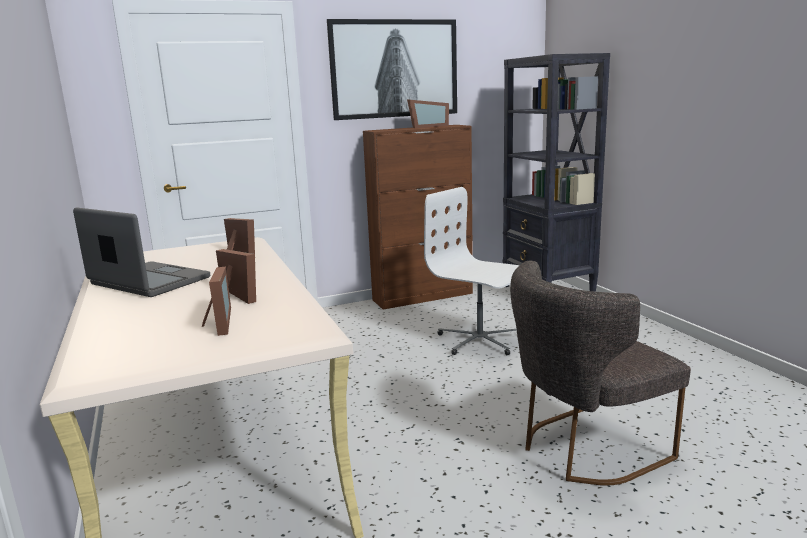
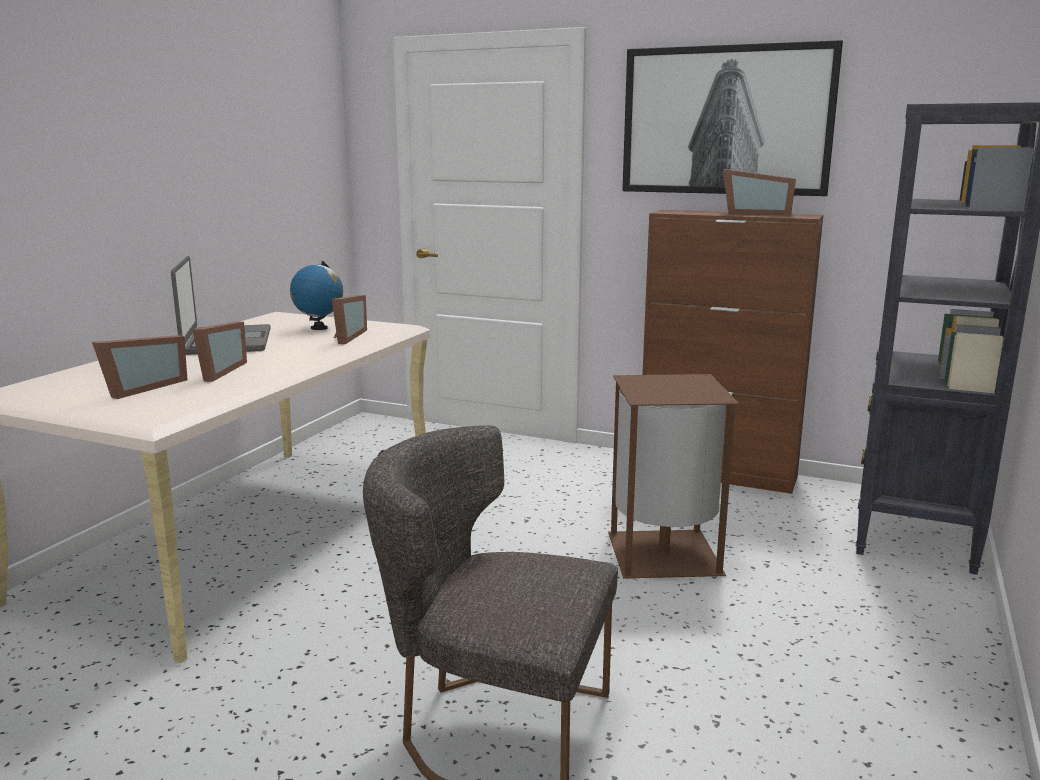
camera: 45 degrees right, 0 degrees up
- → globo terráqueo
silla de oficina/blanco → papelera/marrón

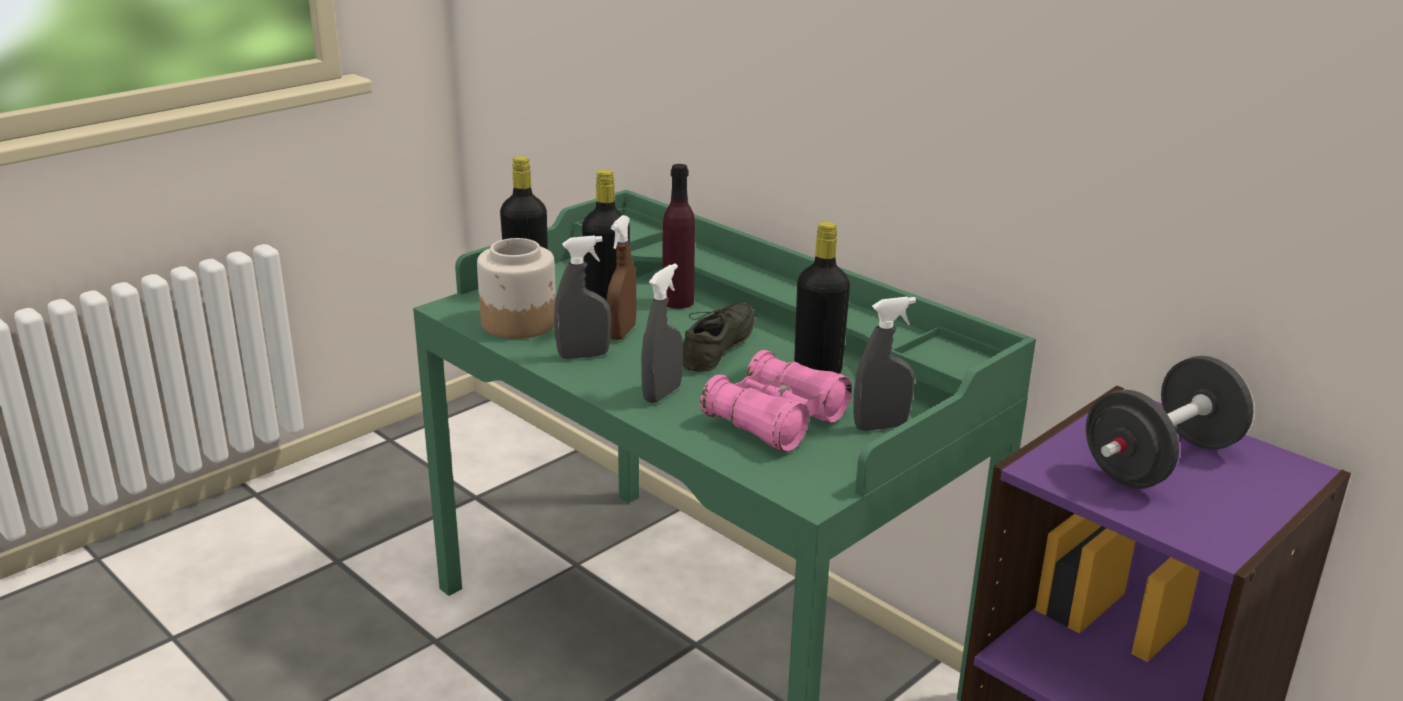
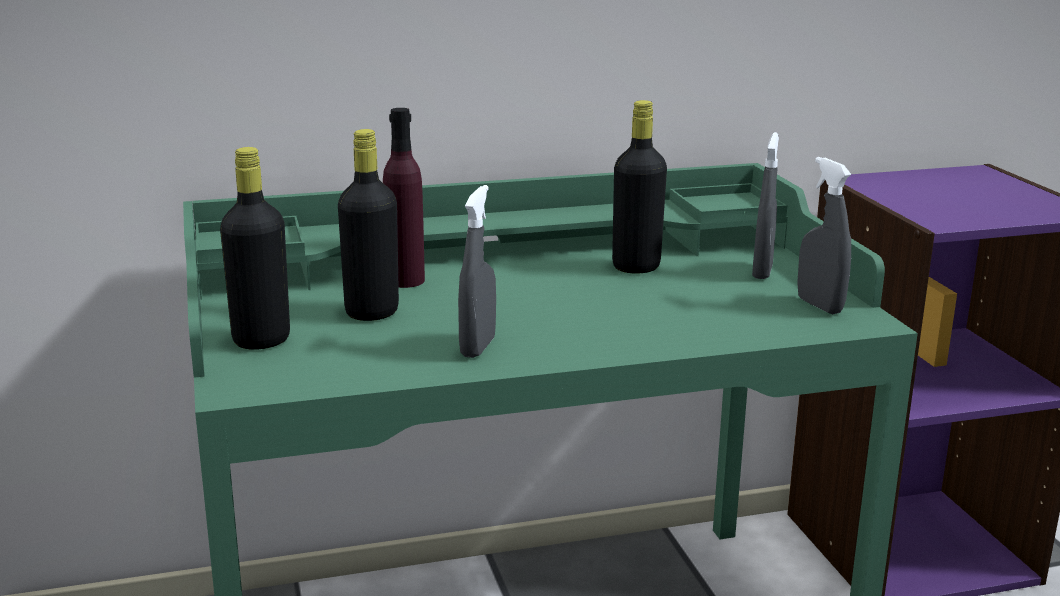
camera: 60 degrees left, 5 degrees down
pulverizador/gris (2nd from left in the first image) → pulverizador/gris (3rd from left), moved
tarro → -
pulverizador/marrón → -
zapato/gris → -
prismáticos/rosa → -
mancuerna/negro → -

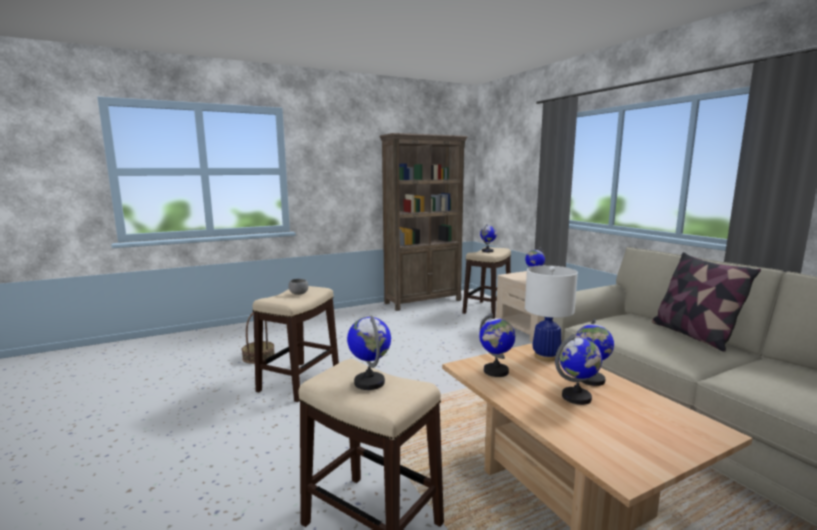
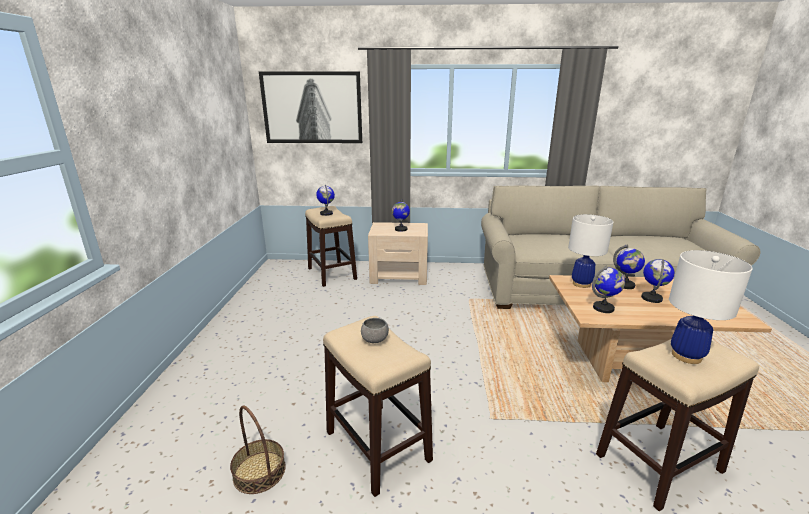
camera: 60 degrees left, 10 degrees up
- → cuadro
globo terráqueo (1st from left) → lámpara de mesa/blanco (2nd from left)
estantería/marrón → -
cojín → -

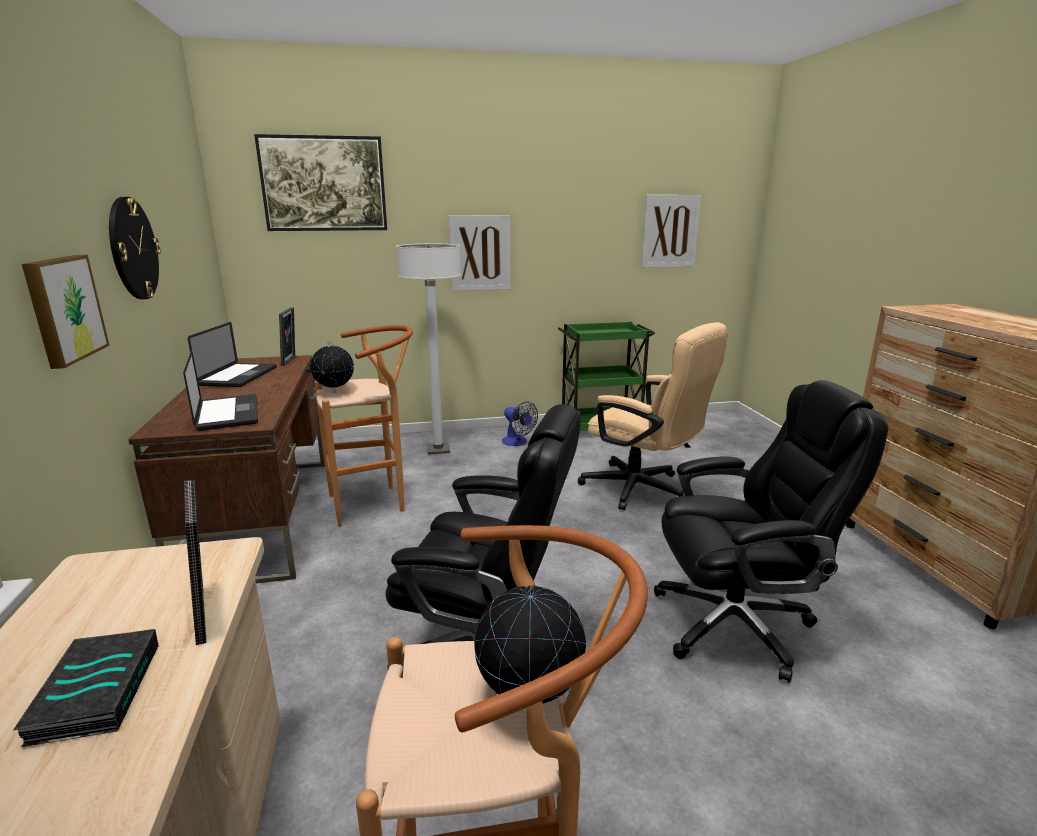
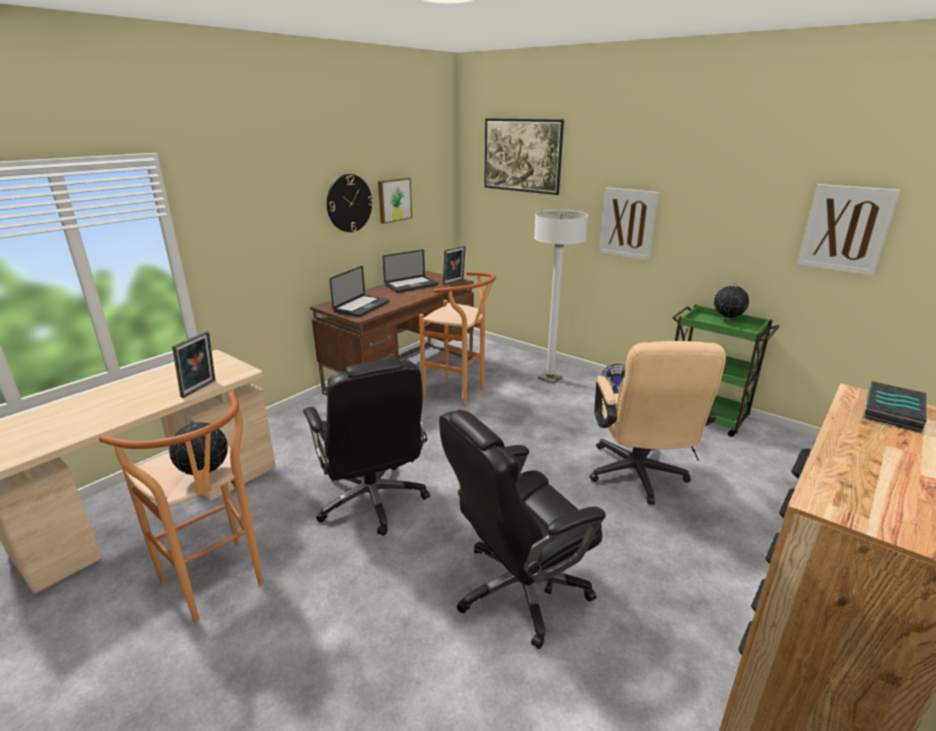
camera: 50 degrees right, 5 degrees up
cuadro (1st from left), moved
silla de oficina/negro (2nd from left), 105 degrees clockwise
globo terráqueo (1st from left in the first image) → globo terráqueo (2nd from left), moved
libro, moved

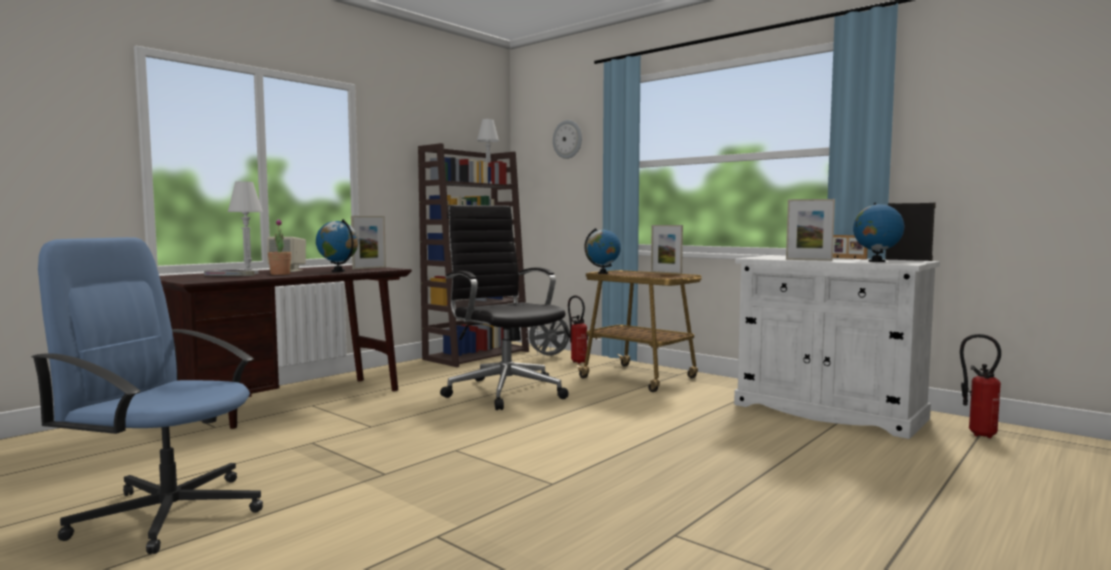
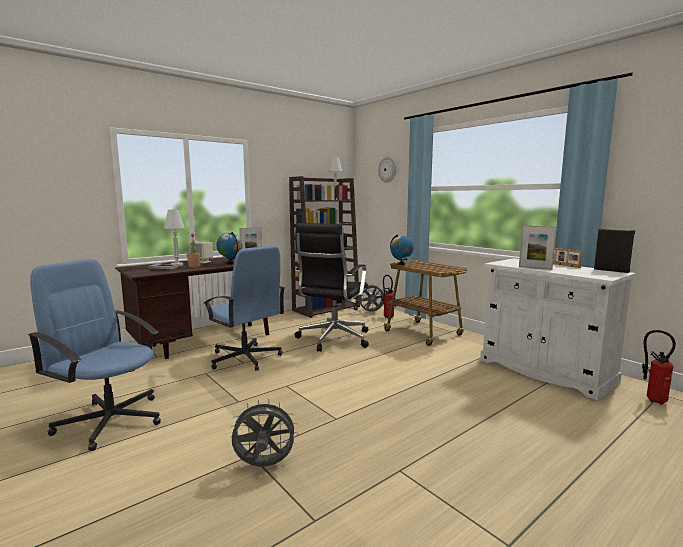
camera: 10 degrees right, 5 degrees up
- → silla de oficina/azul (2nd from left)
- → ventilador/gris (1st from left)
silla de oficina/negro, 135 degrees counterclockwise
portarretratos (2nd from left) → -
globo terráqueo (3rd from left) → -

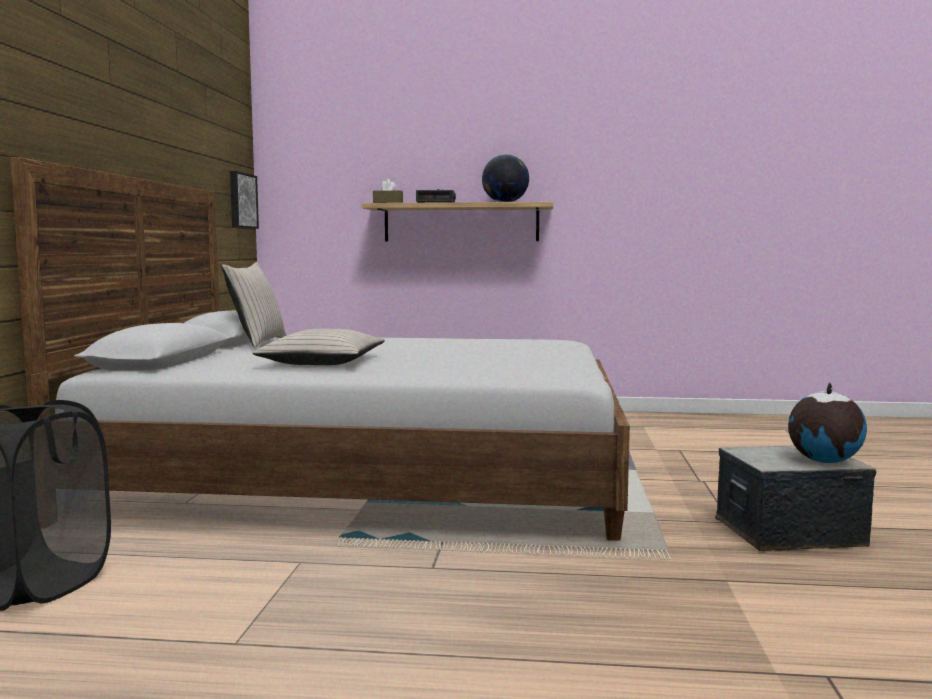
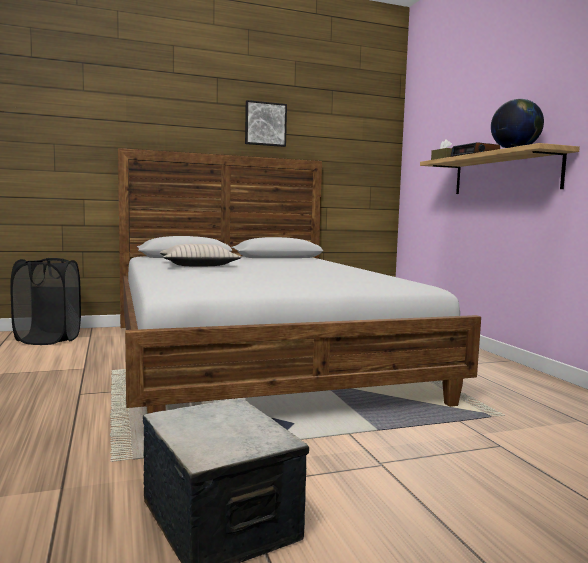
camera: 65 degrees right, 0 degrees up
cuadro, moved
cojín/beis (1st from left) → -
globo terráqueo (2nd from left) → -

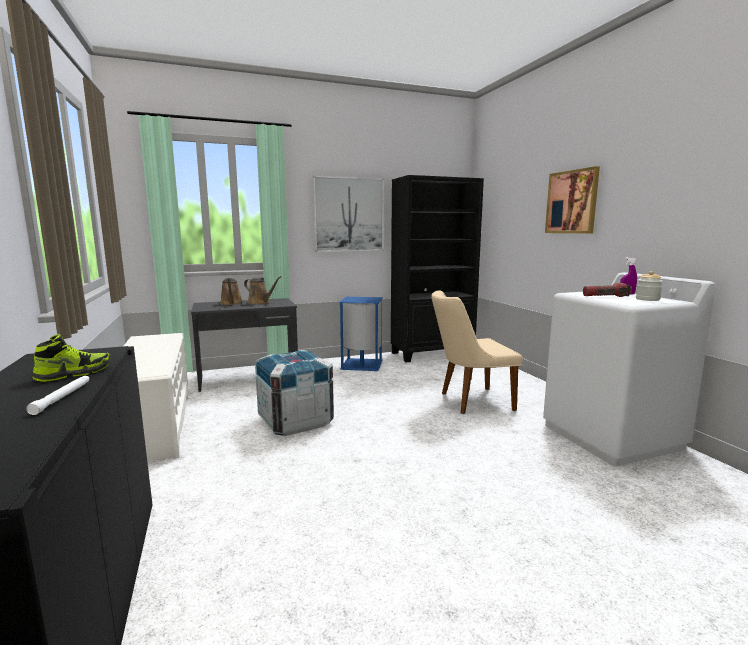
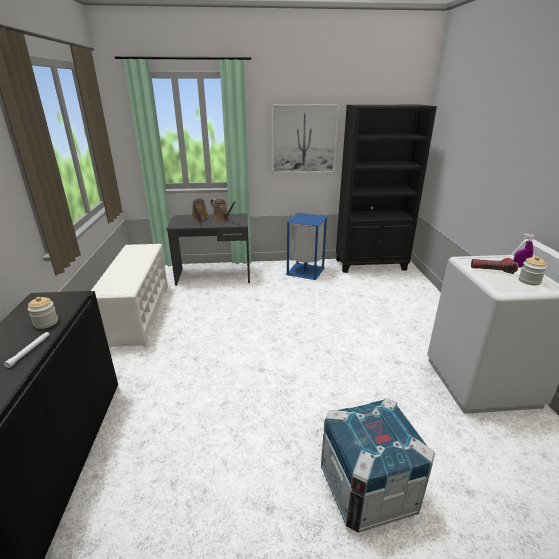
camera: 15 degrees right, 15 degrees up
zapato → tarro (1st from left)
caja de embalaje, moved
silla/beis → -
cuadro (2nd from left) → -

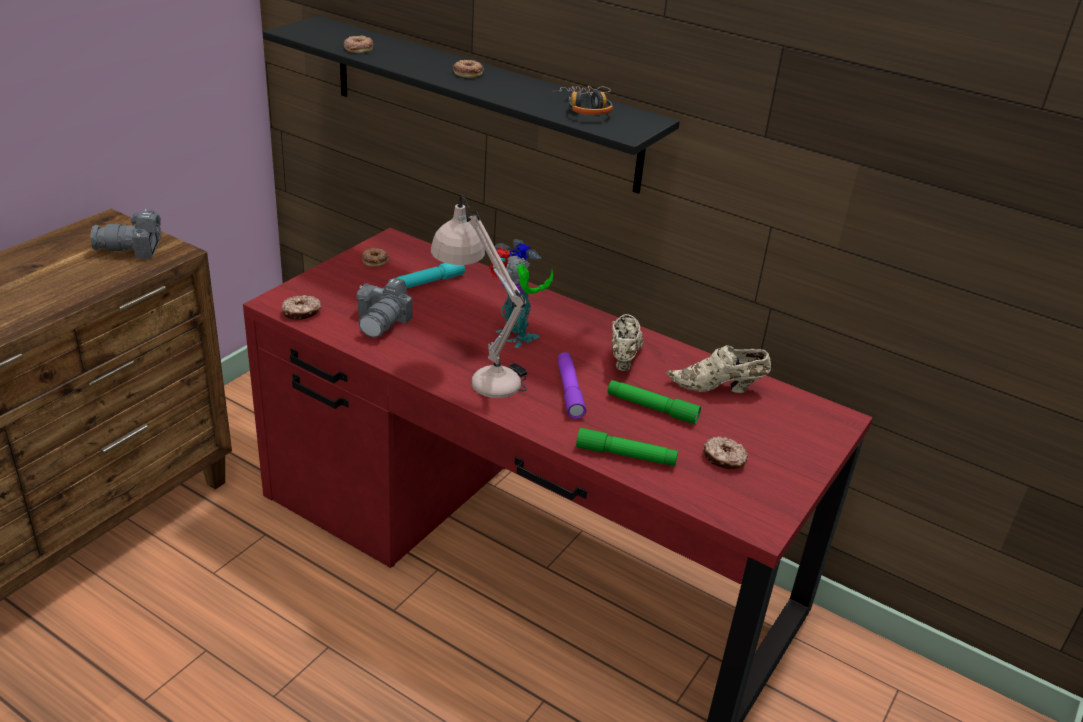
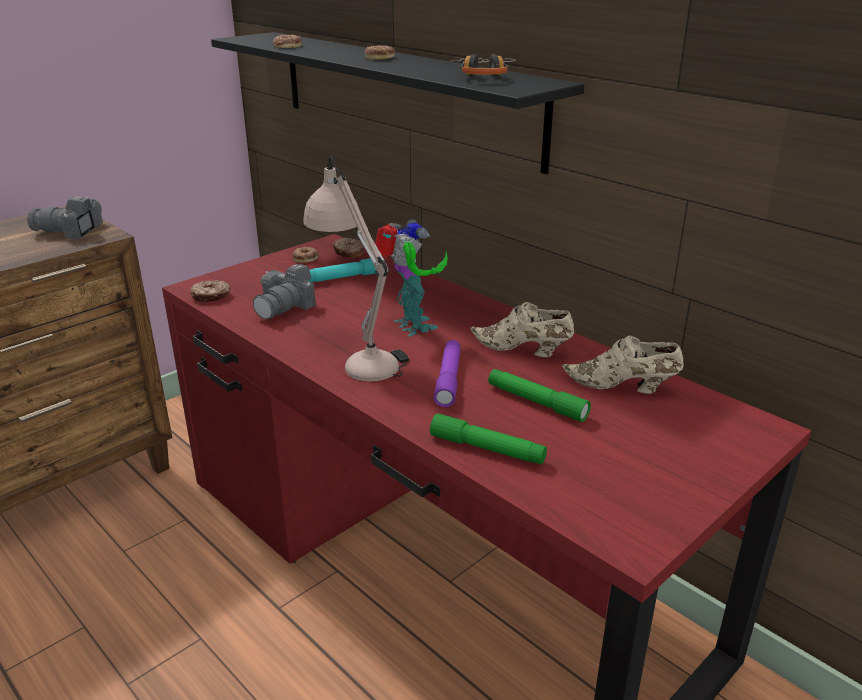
camera: 15 degrees right, 5 degrees down
rosquilla (5th from left in the first image) → rosquilla (4th from left), moved
zapato/beis (1st from left), 90 degrees counterclockwise

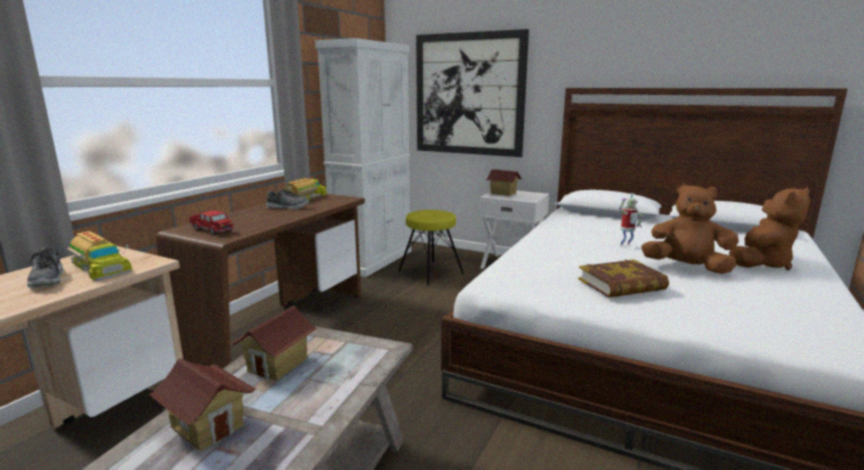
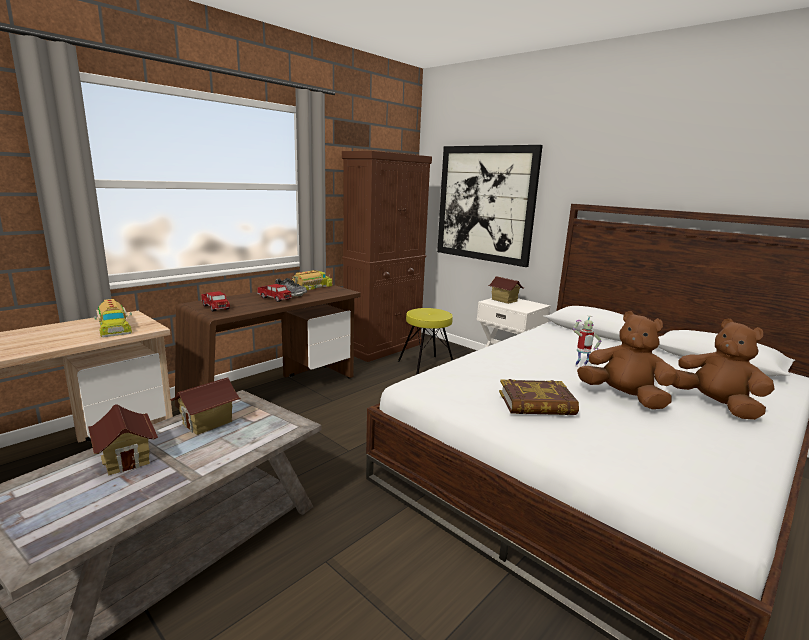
camera: 15 degrees right, 0 degrees up
- → camión de juguete (3rd from left)
armario/blanco → armario/marrón
peluche/marrón (2nd from left), 105 degrees counterclockwise
zapato (1st from left) → -

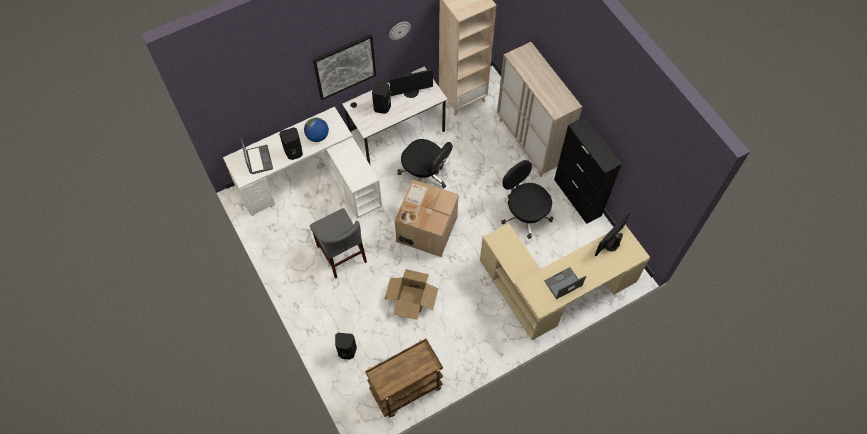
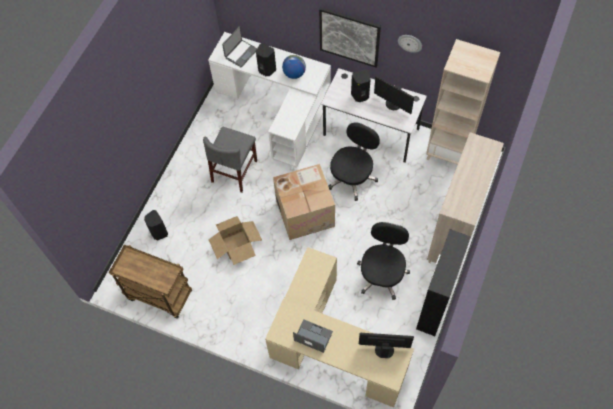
camera: 55 degrees right, 0 degrees up
silla de oficina/negro (1st from left), 150 degrees counterclockwise

